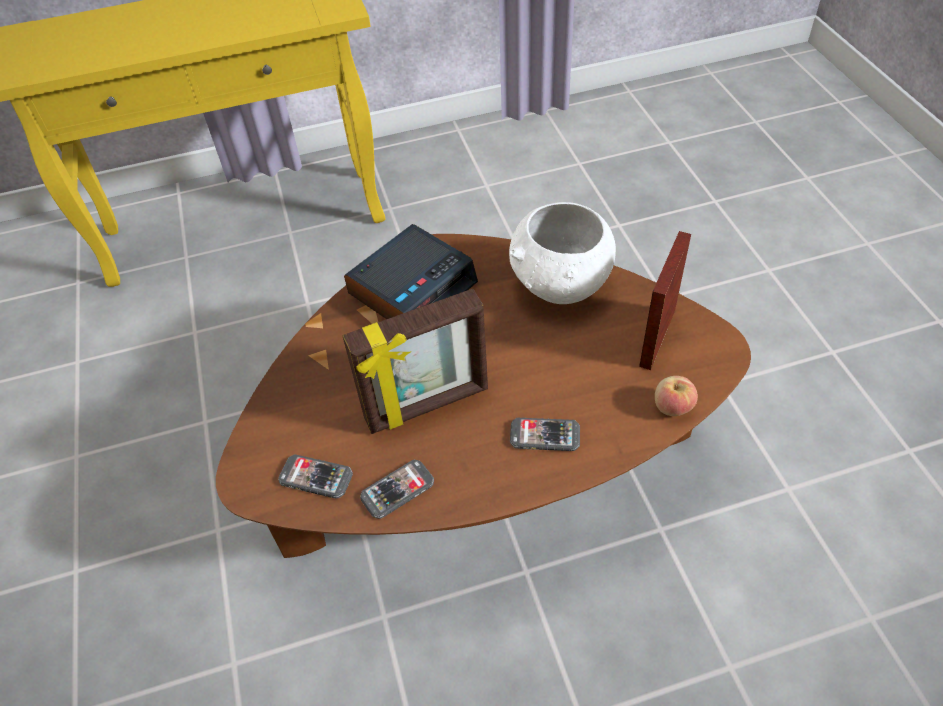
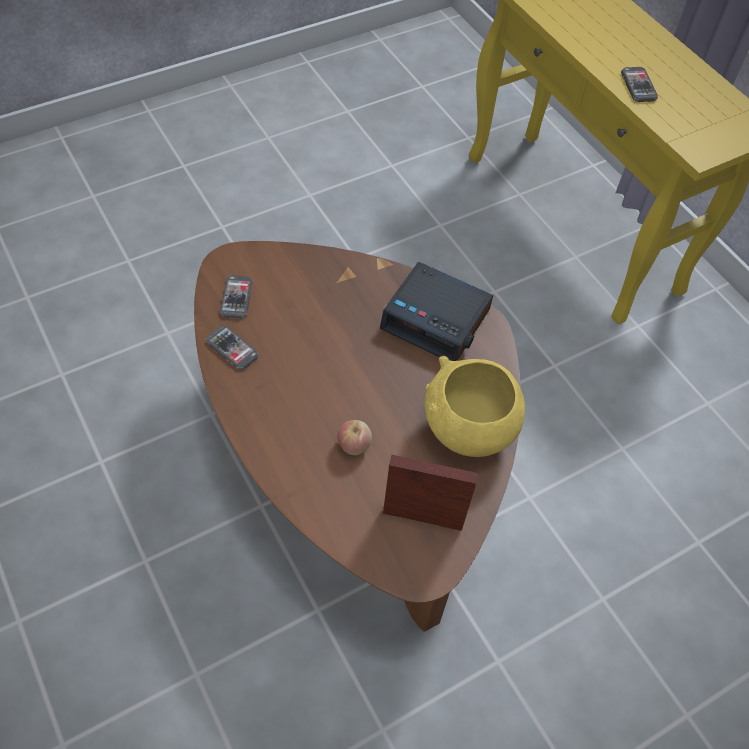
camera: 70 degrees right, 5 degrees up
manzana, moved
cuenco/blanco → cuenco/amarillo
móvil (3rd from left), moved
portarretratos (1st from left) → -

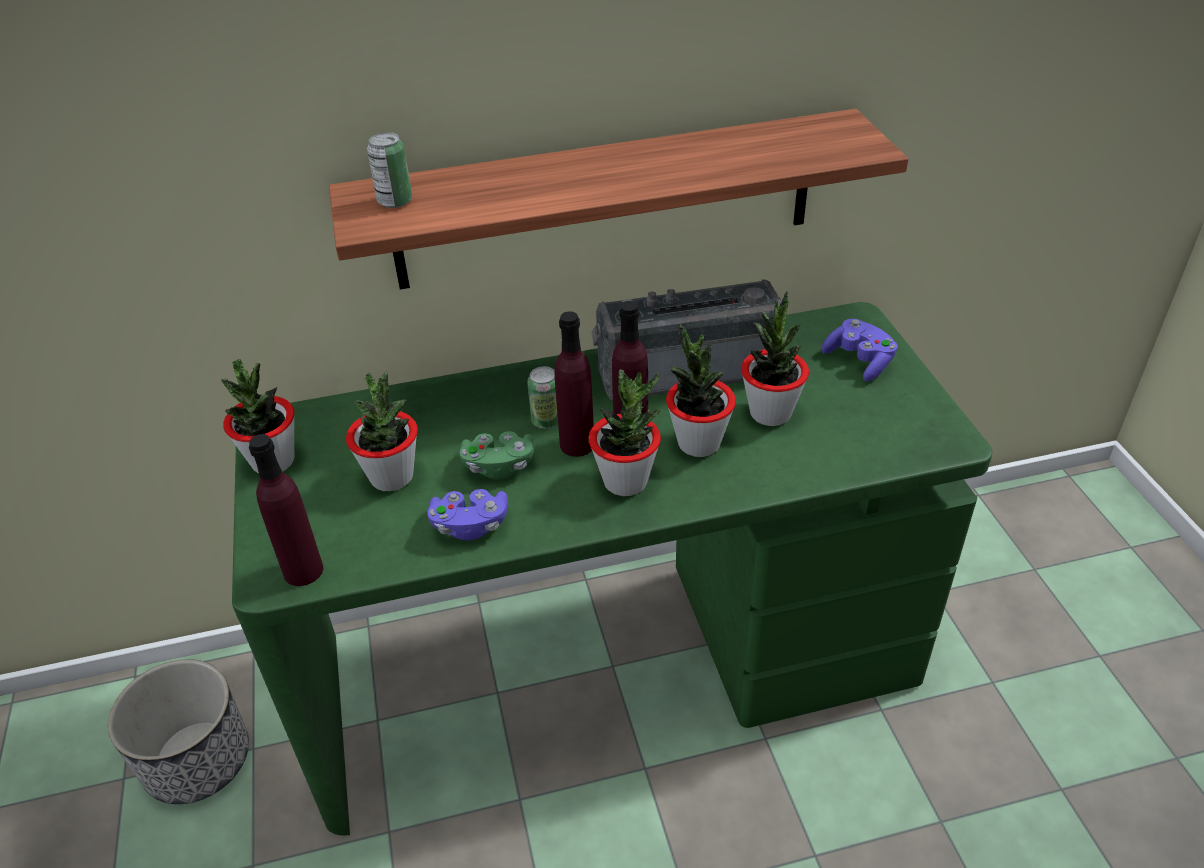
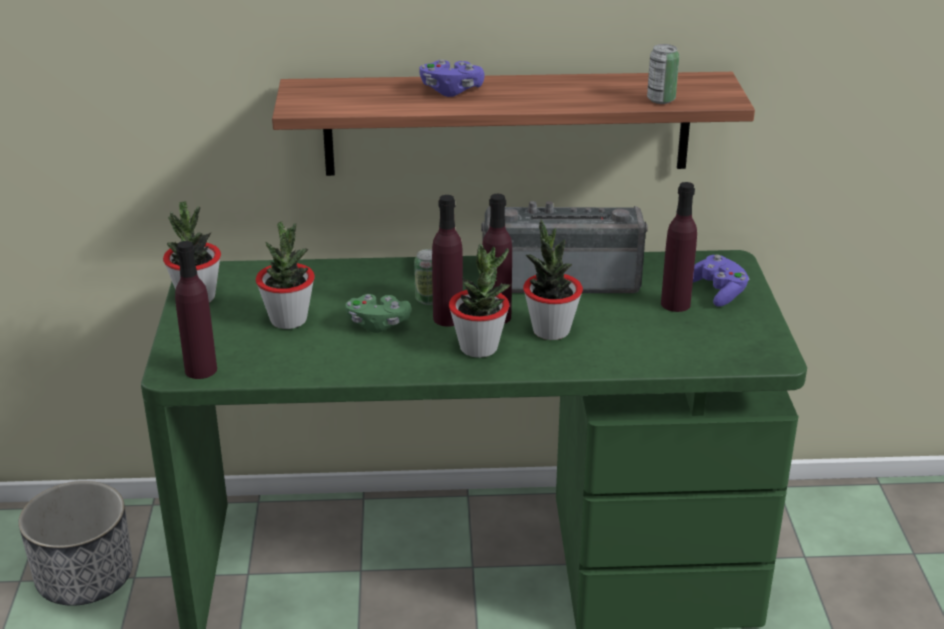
camera: 10 degrees right, 10 degrees down
mando de consola/morado (1st from left), moved
lata (1st from left in the first image) → lata (2nd from left), moved
- → botella/morado (4th from left)
planta en maceta (5th from left) → -

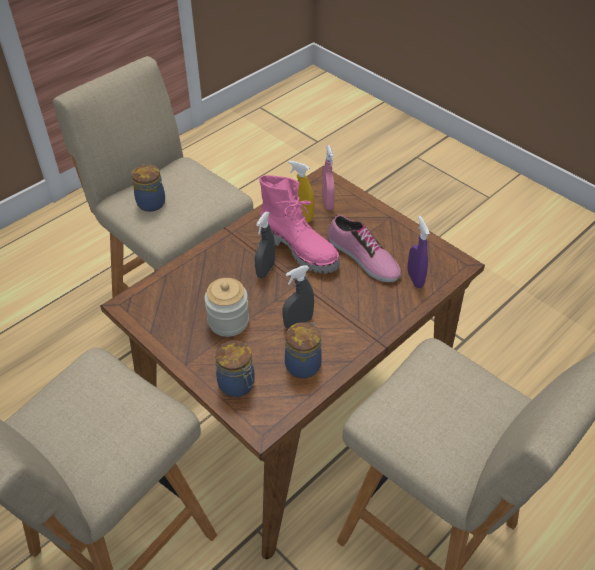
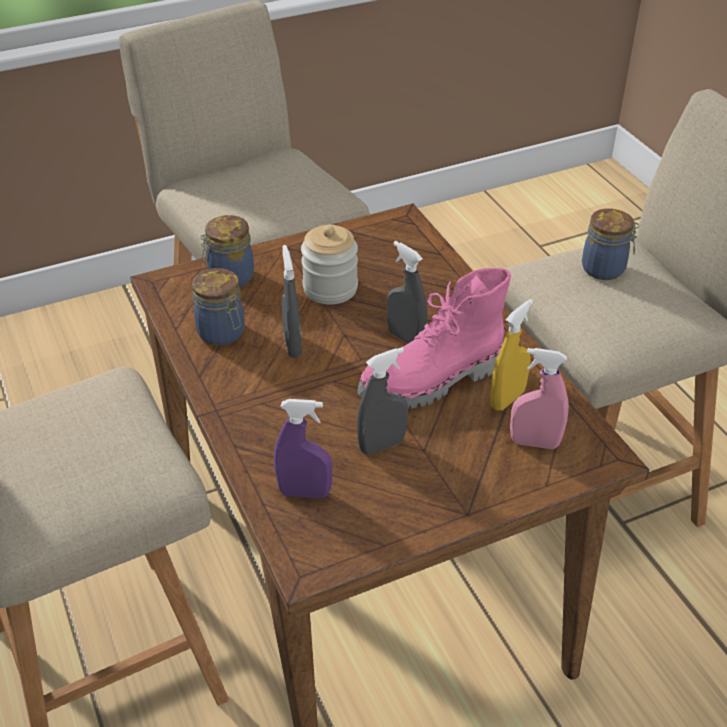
camera: 110 degrees right, 5 degrees down
zapato → pulverizador/gris (2nd from left)

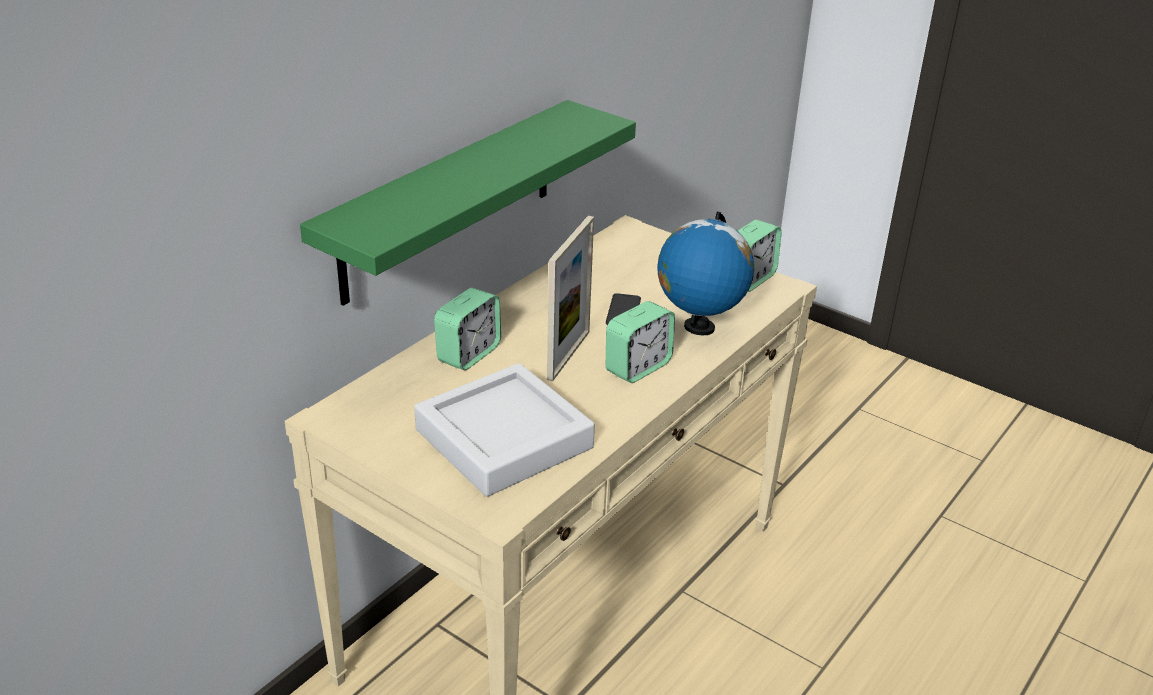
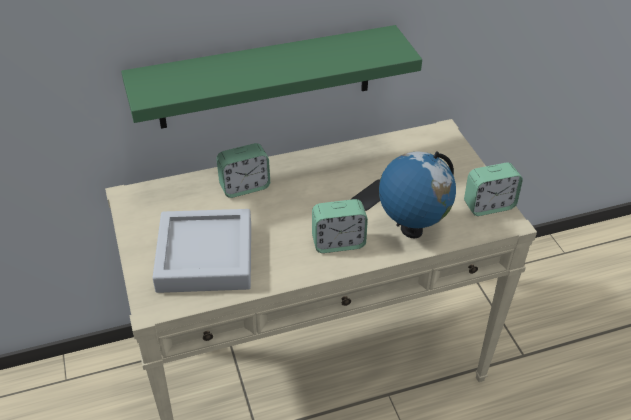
camera: 35 degrees right, 10 degrees up
portarretratos → -

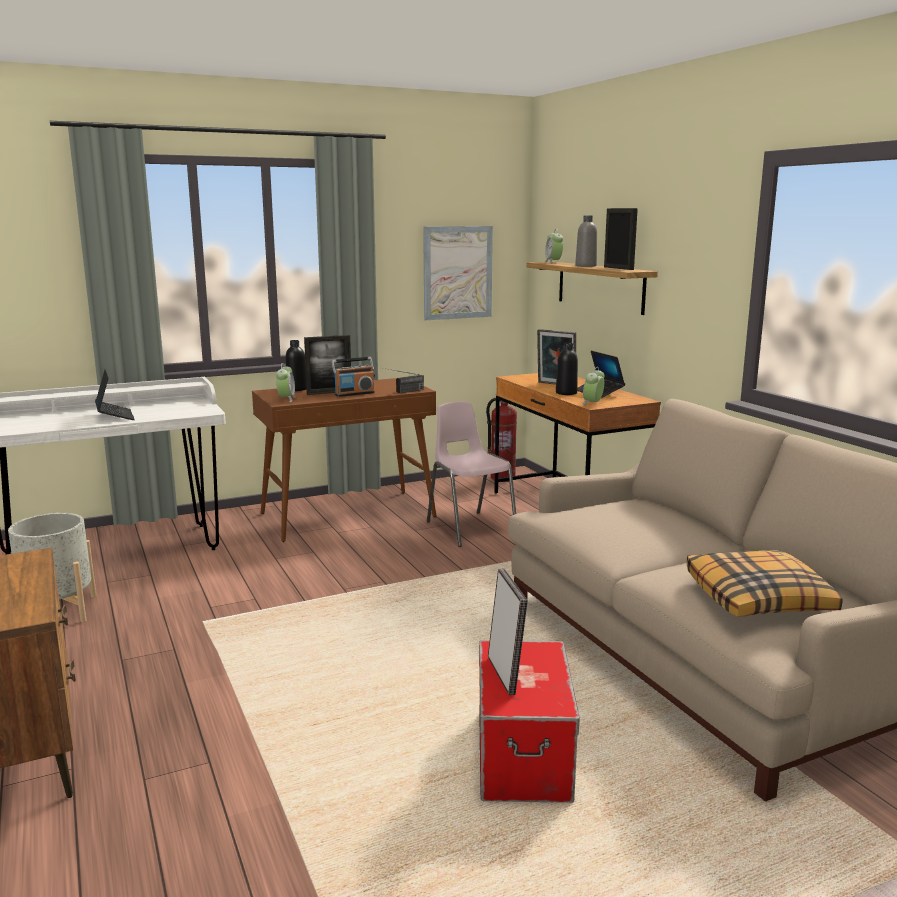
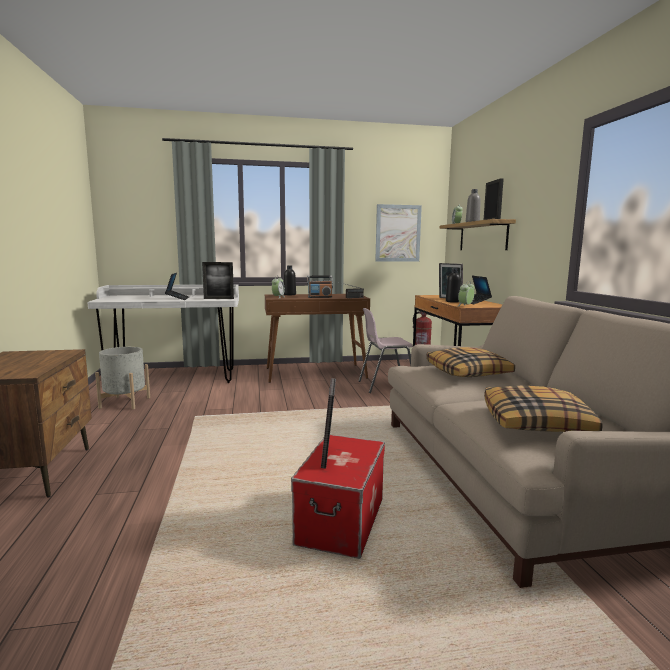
camera: 15 degrees right, 5 degrees down
portarretratos (1st from left), moved
silla/rosa, 90 degrees counterclockwise
- → cojín (1st from left)

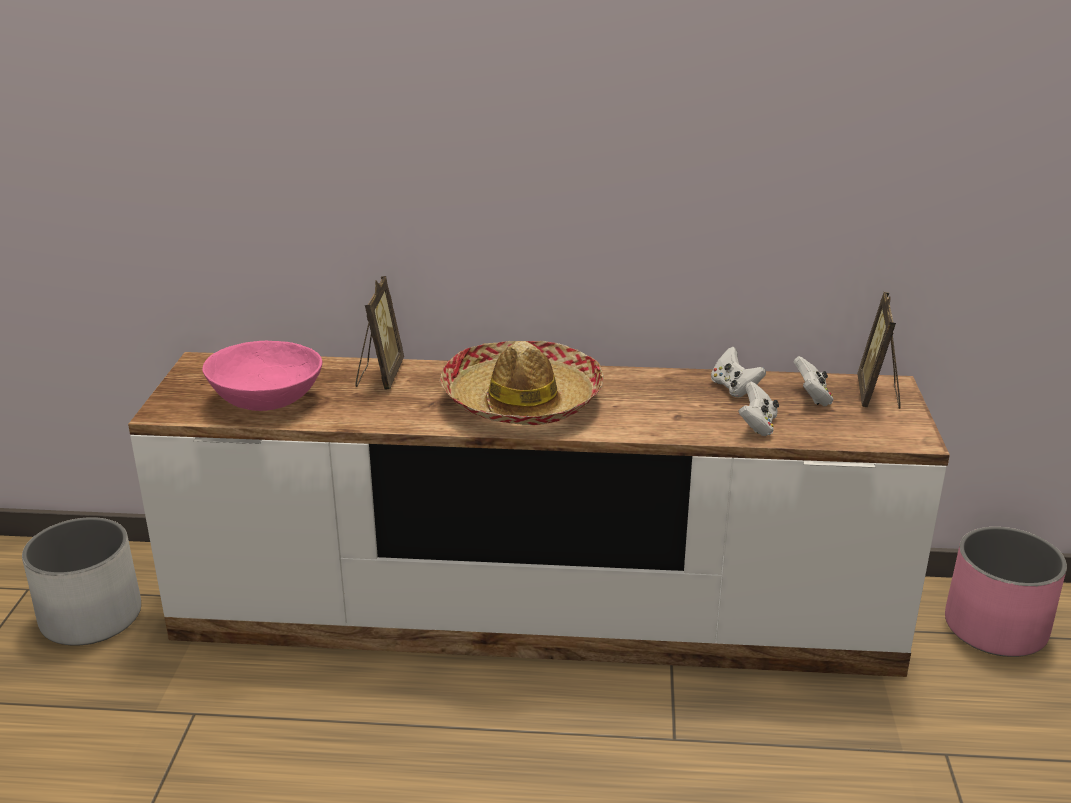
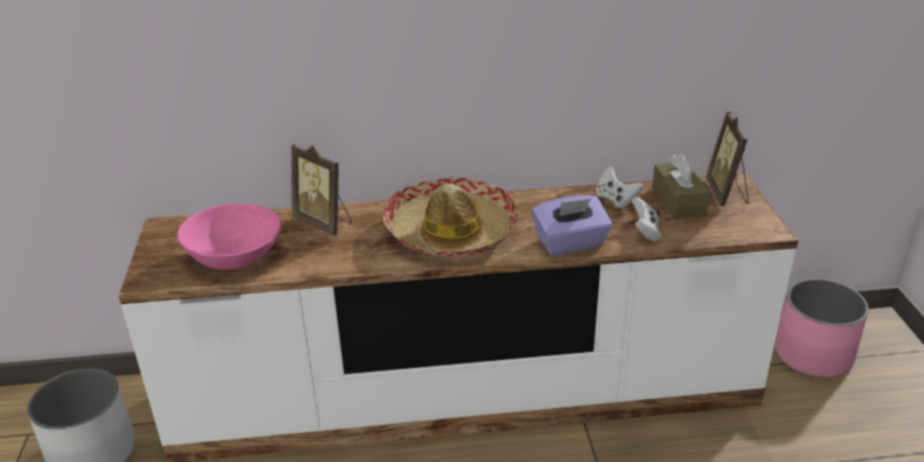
camera: 10 degrees left, 5 degrees up
portarretratos (1st from left), 135 degrees clockwise
- → caja de pañuelos/morado
mando de consola/blanco (3rd from left) → caja de pañuelos/marrón

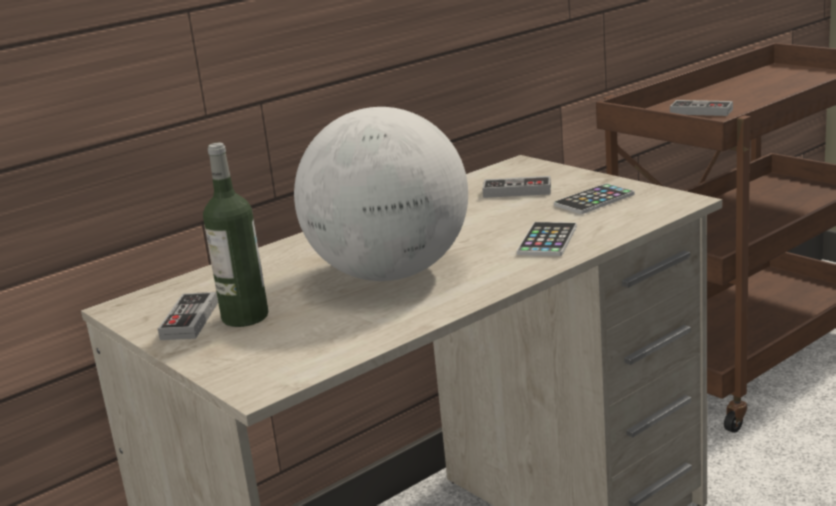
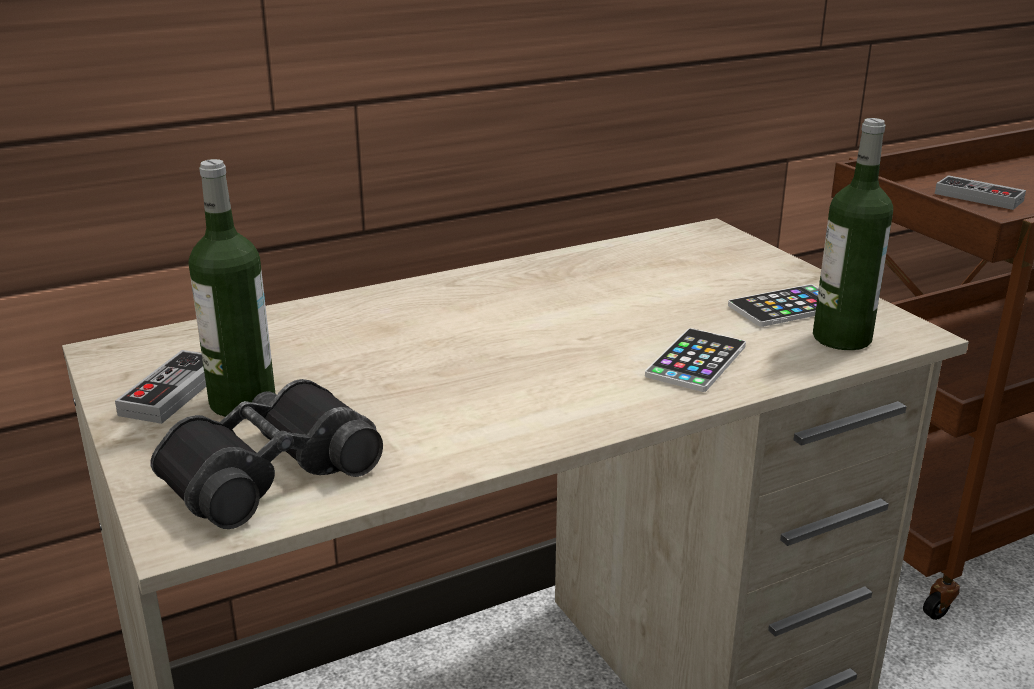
camera: 10 degrees right, 5 degrees up
- → prismáticos/negro
- → botella (2nd from left)
globo terráqueo → -
mando de consola (2nd from left) → -

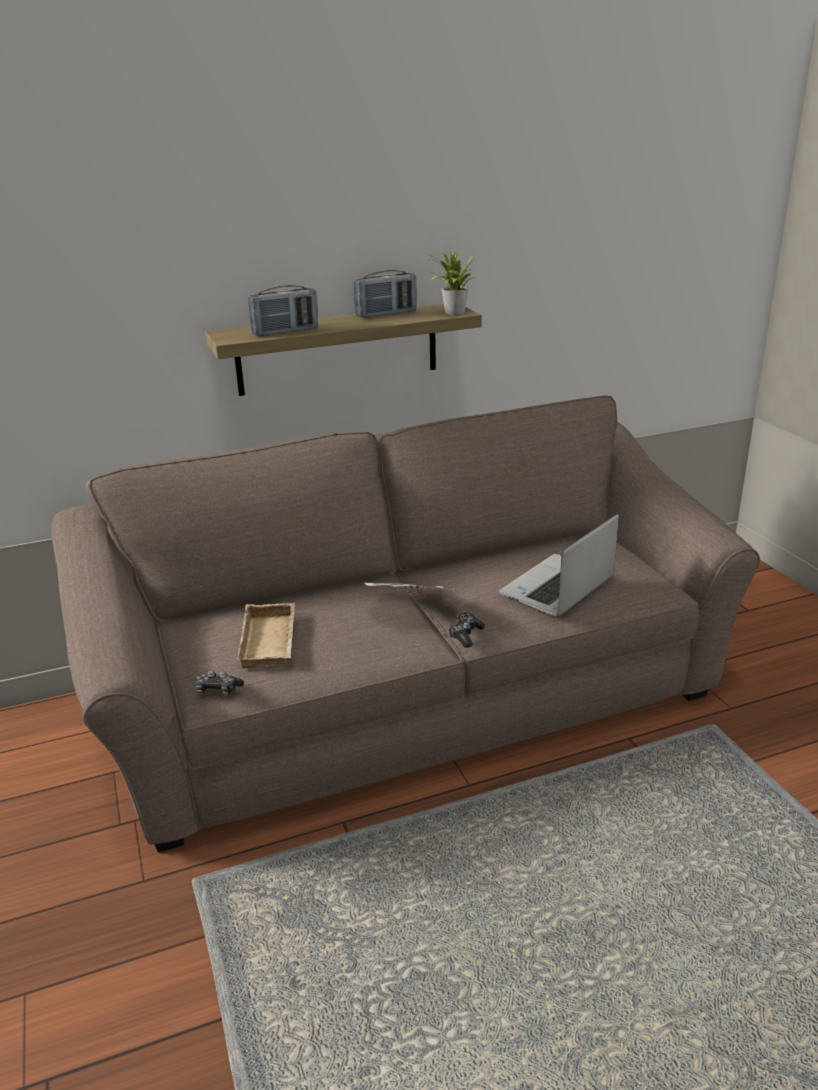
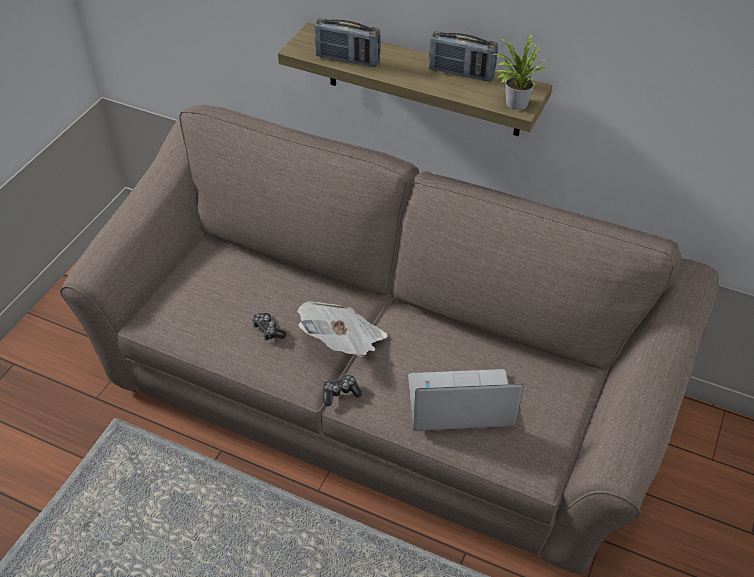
camera: 45 degrees right, 20 degrees up
mando de consola (1st from left), moved
bandeja/beis → -

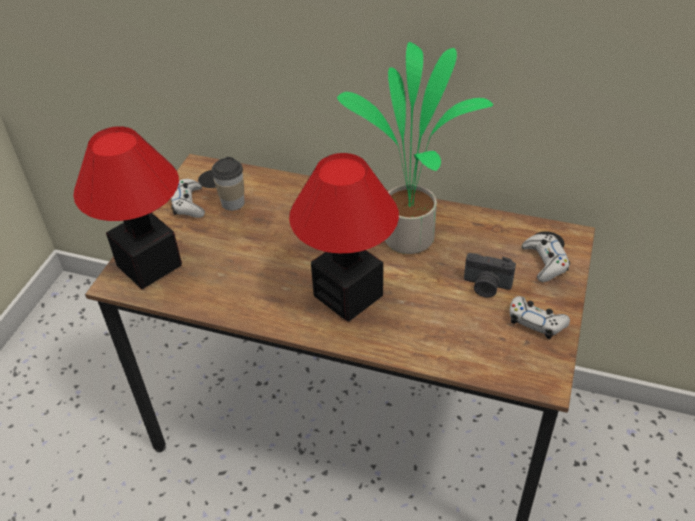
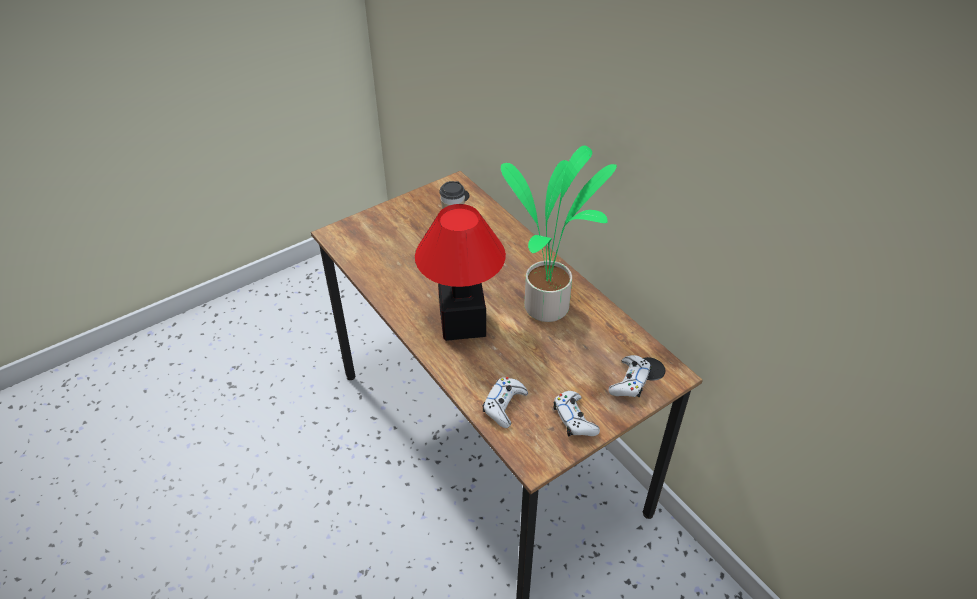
camera: 35 degrees right, 0 degrees up
mando de consola/blanco (1st from left), moved
lámpara de mesa (1st from left) → -
cámara → -

